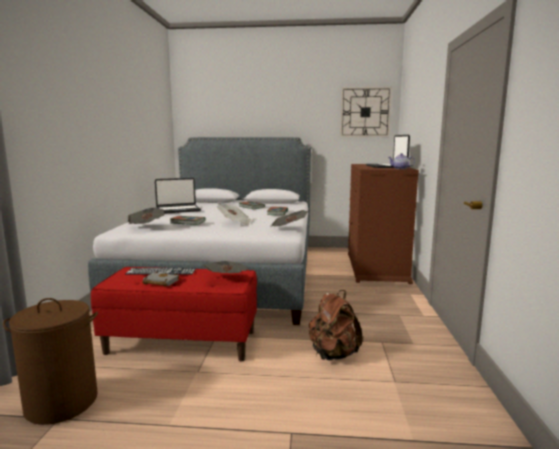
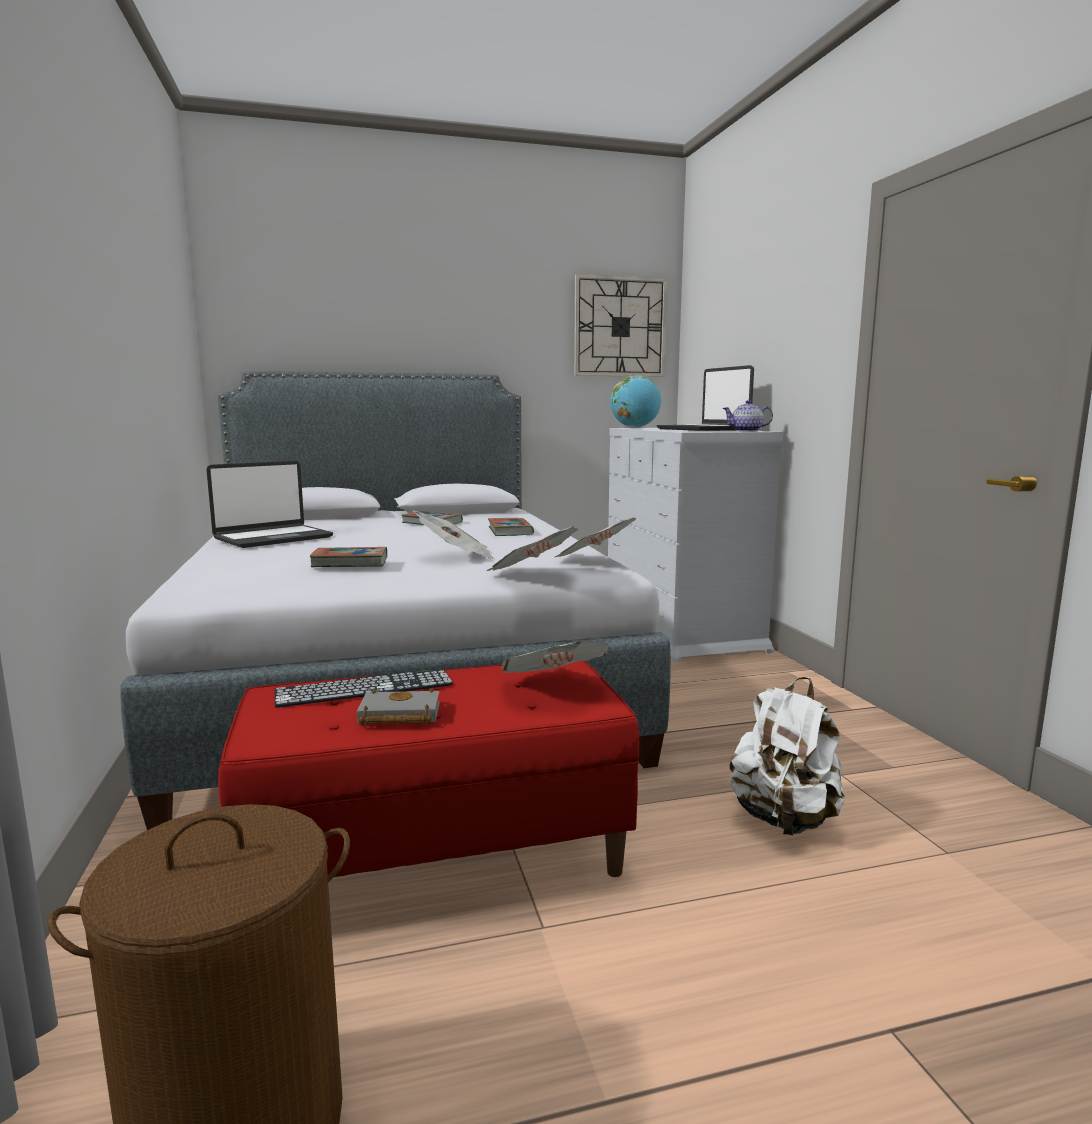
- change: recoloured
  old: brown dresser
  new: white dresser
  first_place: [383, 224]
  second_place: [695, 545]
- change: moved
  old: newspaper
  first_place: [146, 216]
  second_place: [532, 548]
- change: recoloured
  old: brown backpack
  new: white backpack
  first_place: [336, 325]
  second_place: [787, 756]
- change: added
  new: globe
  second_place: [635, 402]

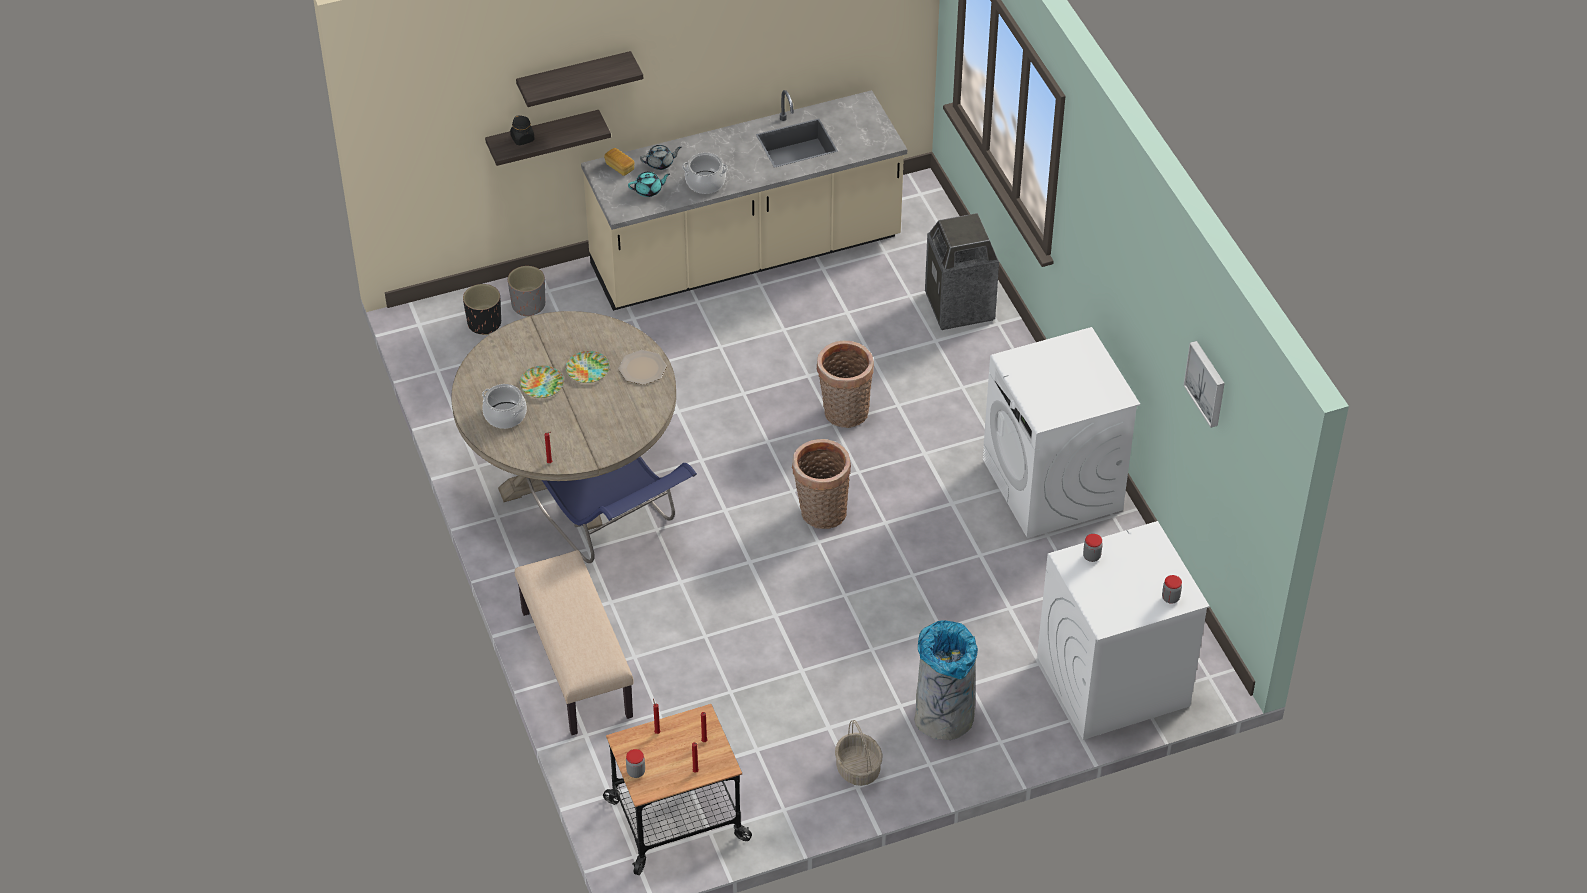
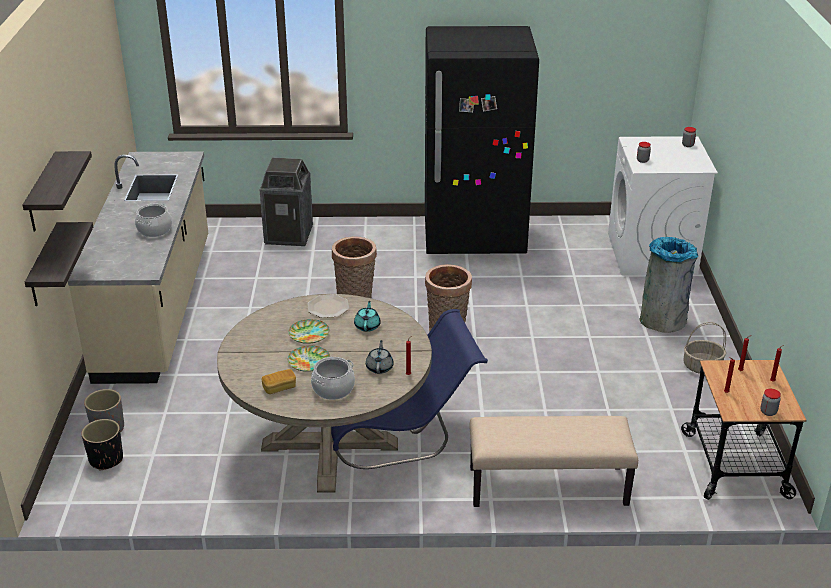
- change: removed
  old: black jar
  first_place: [522, 130]
- change: moved
  old: grey teapot
  first_place: [661, 157]
  second_place: [380, 357]
- change: moved
  old: bread
  first_place: [619, 162]
  second_place: [278, 381]
- change: moved
  old: turquoise teapot
  first_place: [649, 184]
  second_place: [367, 316]
- change: replaced
  old: white washing machine
  new: black fridge
  first_place: [1061, 432]
  second_place: [482, 140]
- change: removed
  old: picture
  first_place: [1204, 384]

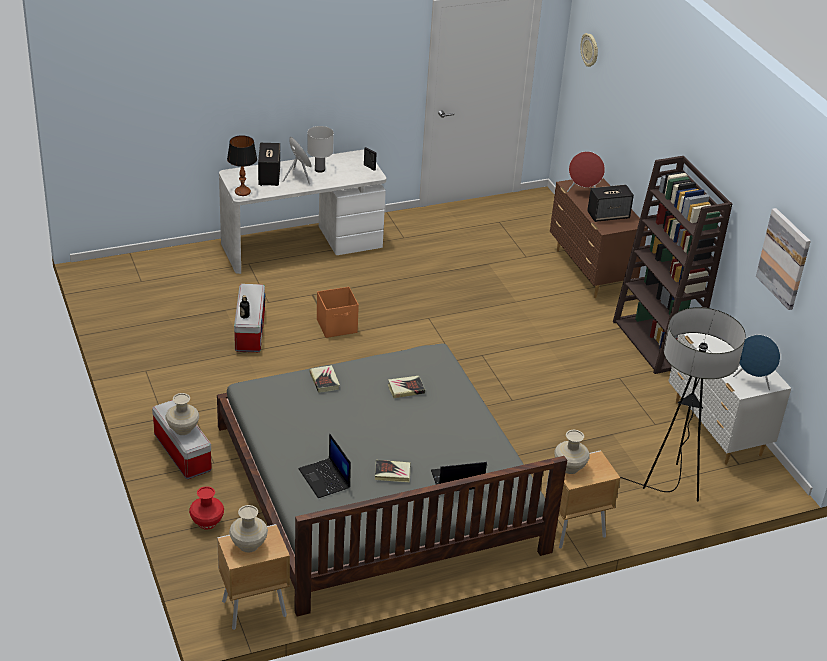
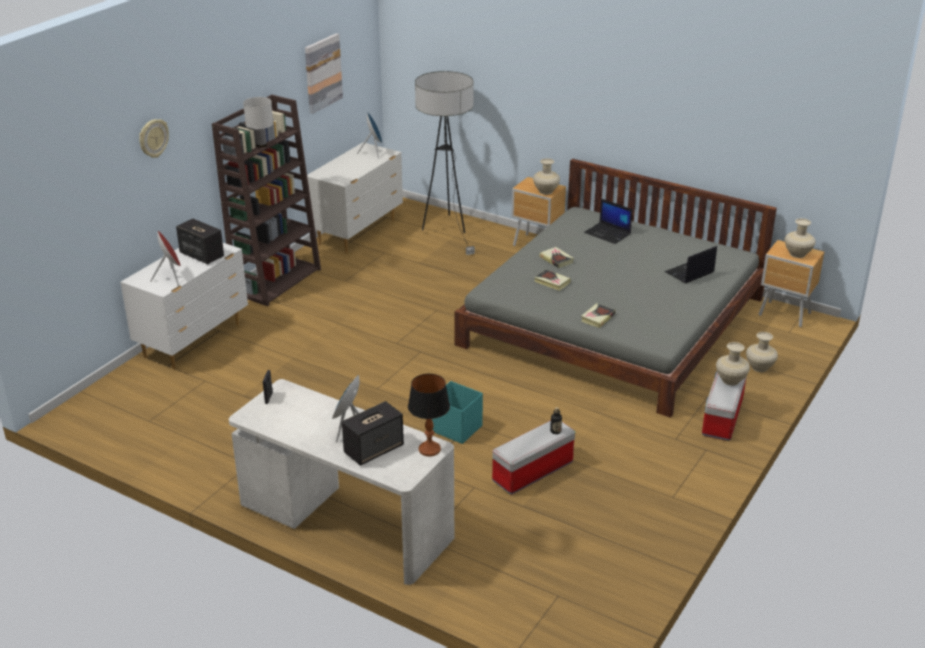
- change: moved
  old: wall clock
  first_place: [589, 50]
  second_place: [154, 138]
- change: moved
  old: white table lamp
  first_place: [320, 149]
  second_place: [258, 122]
- change: recoloured
  old: brown dresser
  new: white dresser
  first_place: [599, 238]
  second_place: [184, 306]
- change: recoloured
  old: orange storage box
  new: turquoise storage box
  first_place: [338, 312]
  second_place: [457, 412]
- change: turned
  old: laptop
  first_place: [324, 465]
  second_place: [691, 265]
  degrees: -150
- change: moved
  old: book
  first_place: [392, 471]
  second_place: [556, 257]
- change: recoloured
  old: red vase
  new: beige vase
  first_place: [206, 508]
  second_place: [762, 352]

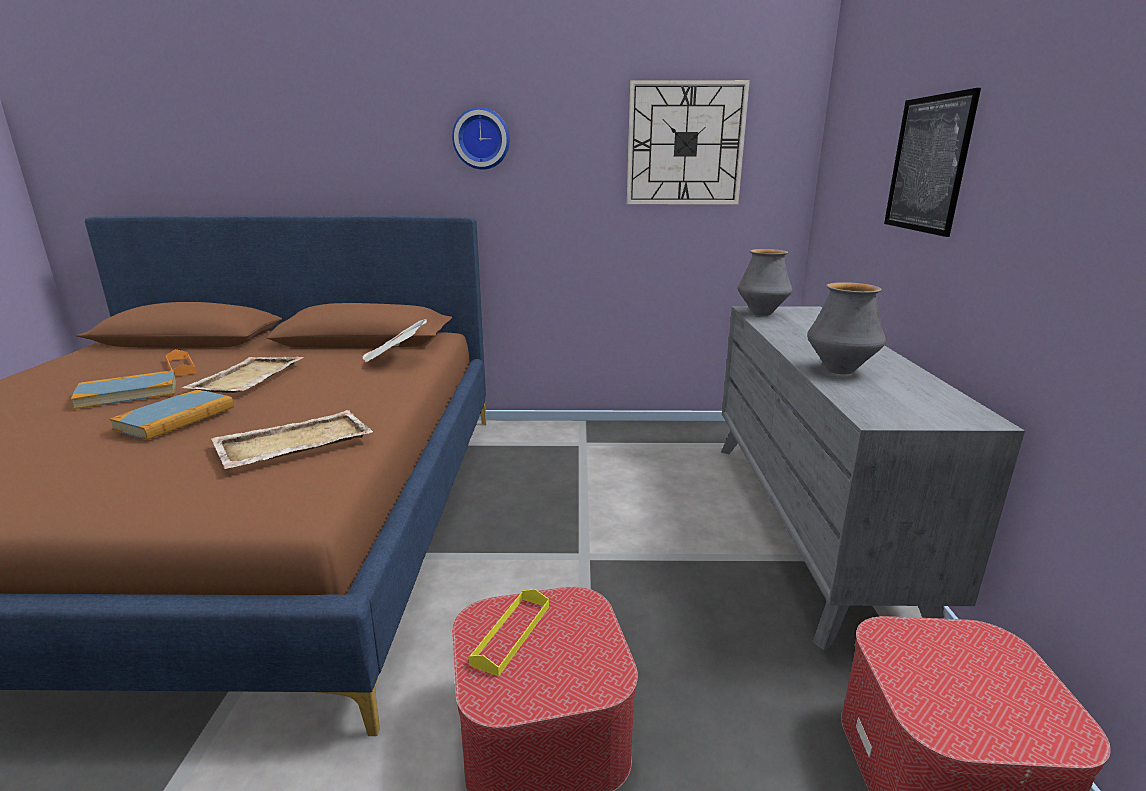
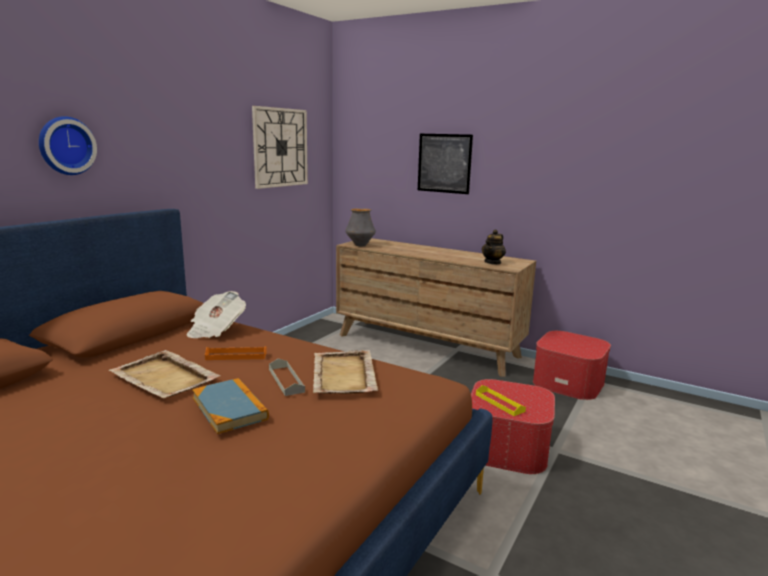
- change: moved
  old: wall clock
  first_place: [481, 138]
  second_place: [68, 145]
- change: removed
  old: vase
  first_place: [846, 328]
- change: recoloured
  old: grey dresser
  new: brown dresser
  first_place: [873, 478]
  second_place: [436, 307]
- change: moved
  old: orange tray
  first_place: [181, 363]
  second_place: [236, 353]
- change: removed
  old: book
  first_place: [123, 389]
- change: added
  new: teapot
  second_place: [494, 247]
- change: added
  new: grey tray
  second_place: [287, 377]

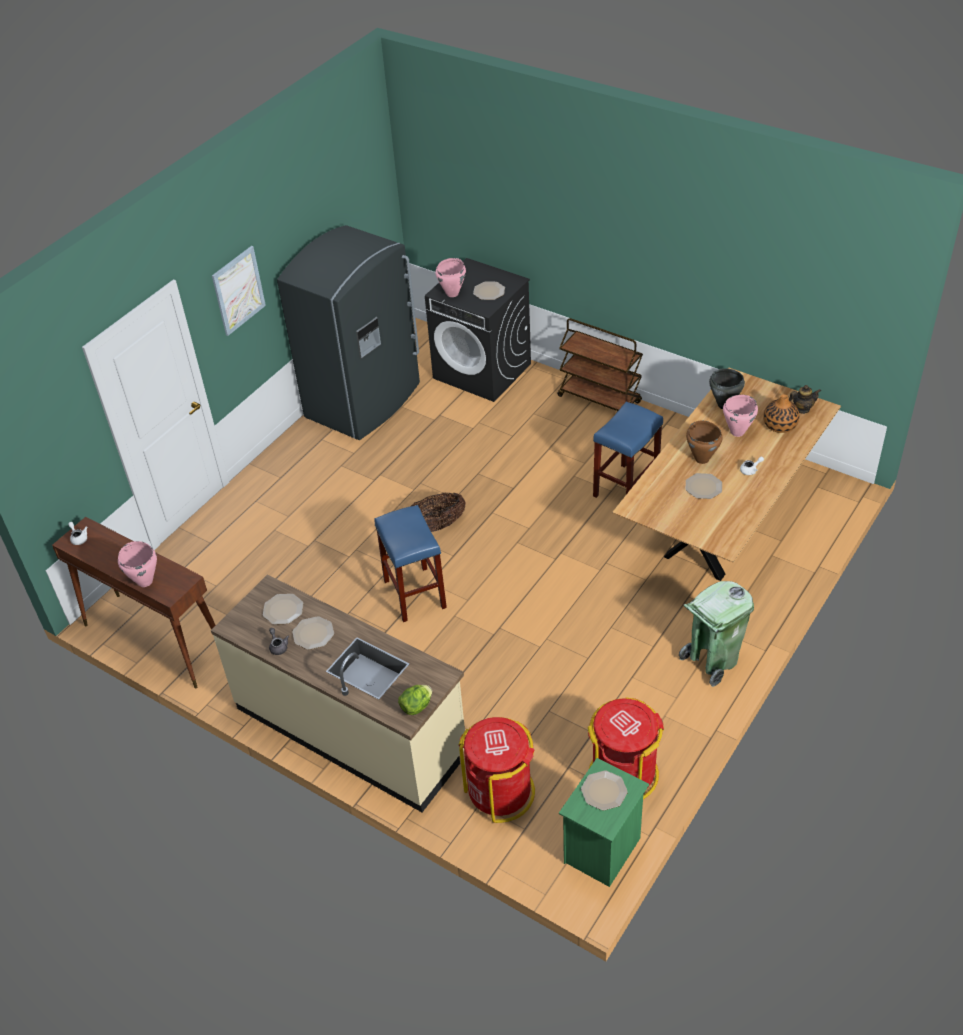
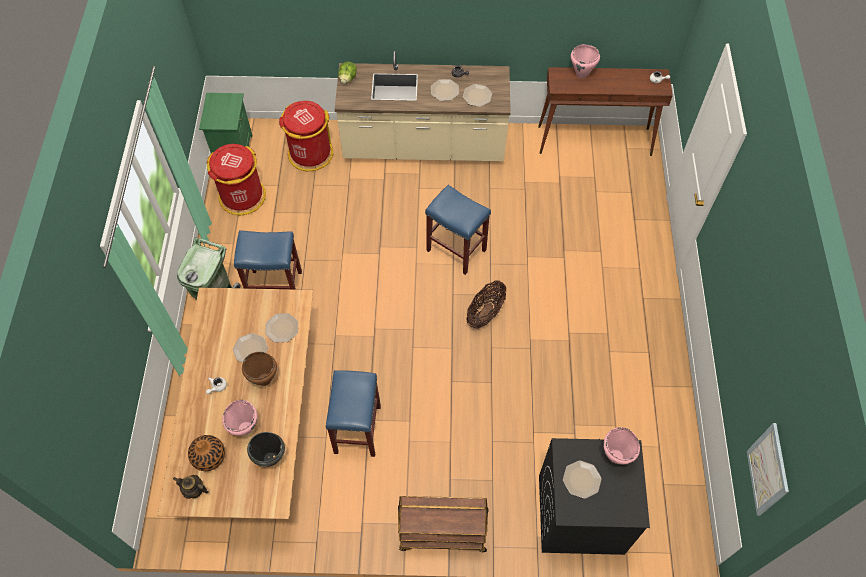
- change: removed
  old: grey fridge
  first_place: [348, 332]
- change: moved
  old: picture
  first_place: [239, 291]
  second_place: [768, 469]
- change: turned
  old: teapot
  first_place: [805, 399]
  second_place: [191, 487]
  degrees: 60
- change: moved
  old: plate
  first_place: [604, 790]
  second_place: [281, 328]
- change: added
  new: blue stool
  second_place: [268, 259]

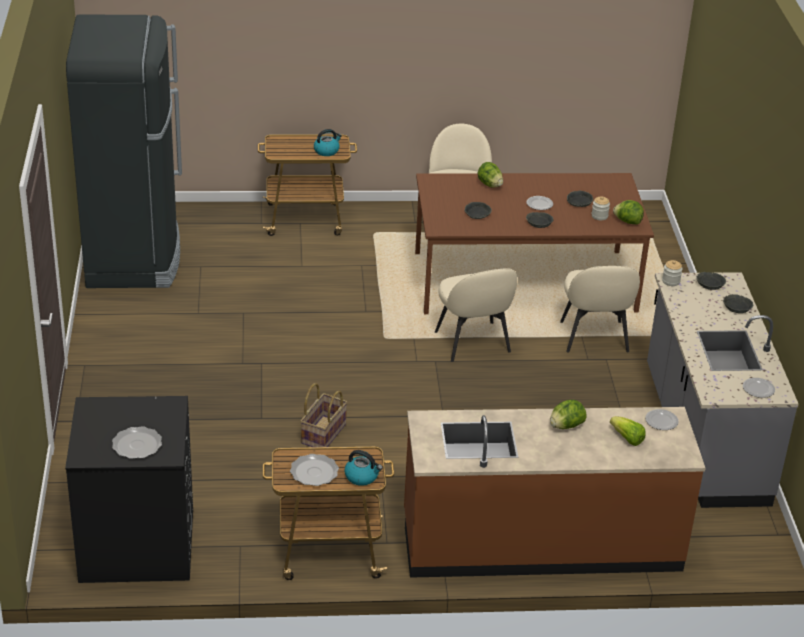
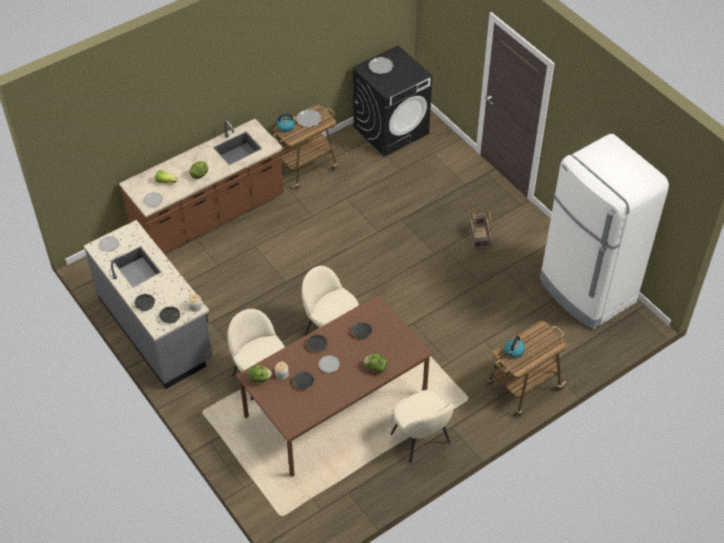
- change: recoloured
  old: black fridge
  new: white fridge
  first_place: [124, 151]
  second_place: [604, 232]
- change: moved
  old: basket
  first_place: [324, 415]
  second_place: [480, 230]

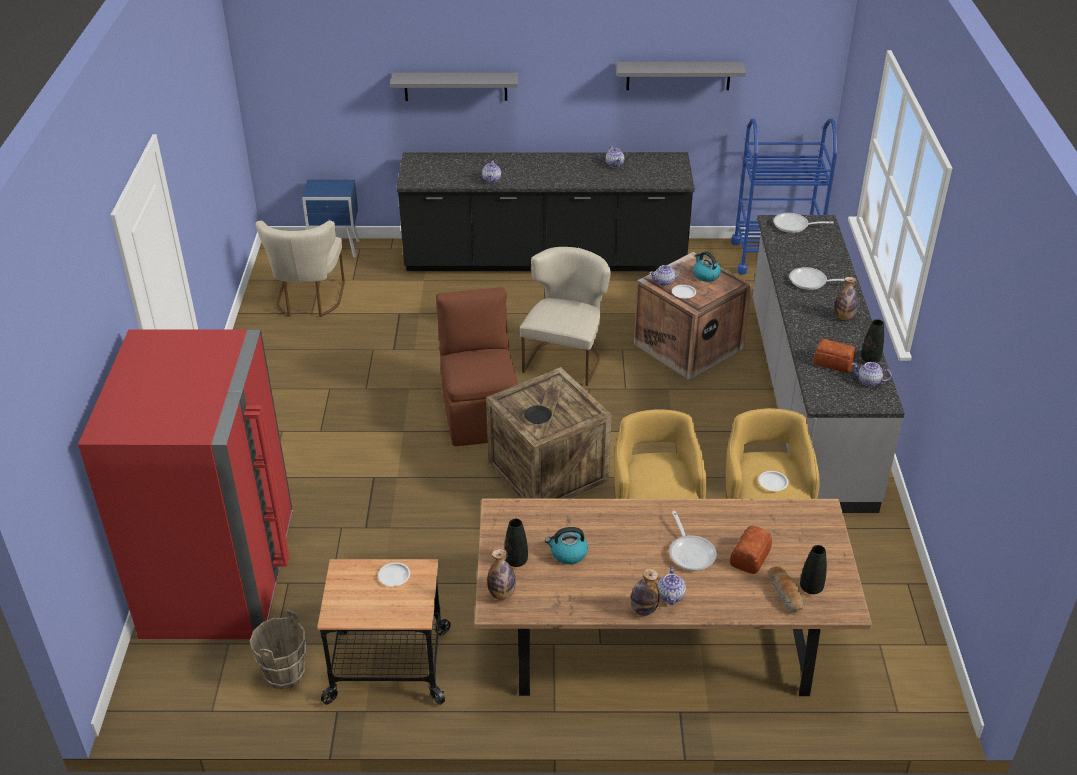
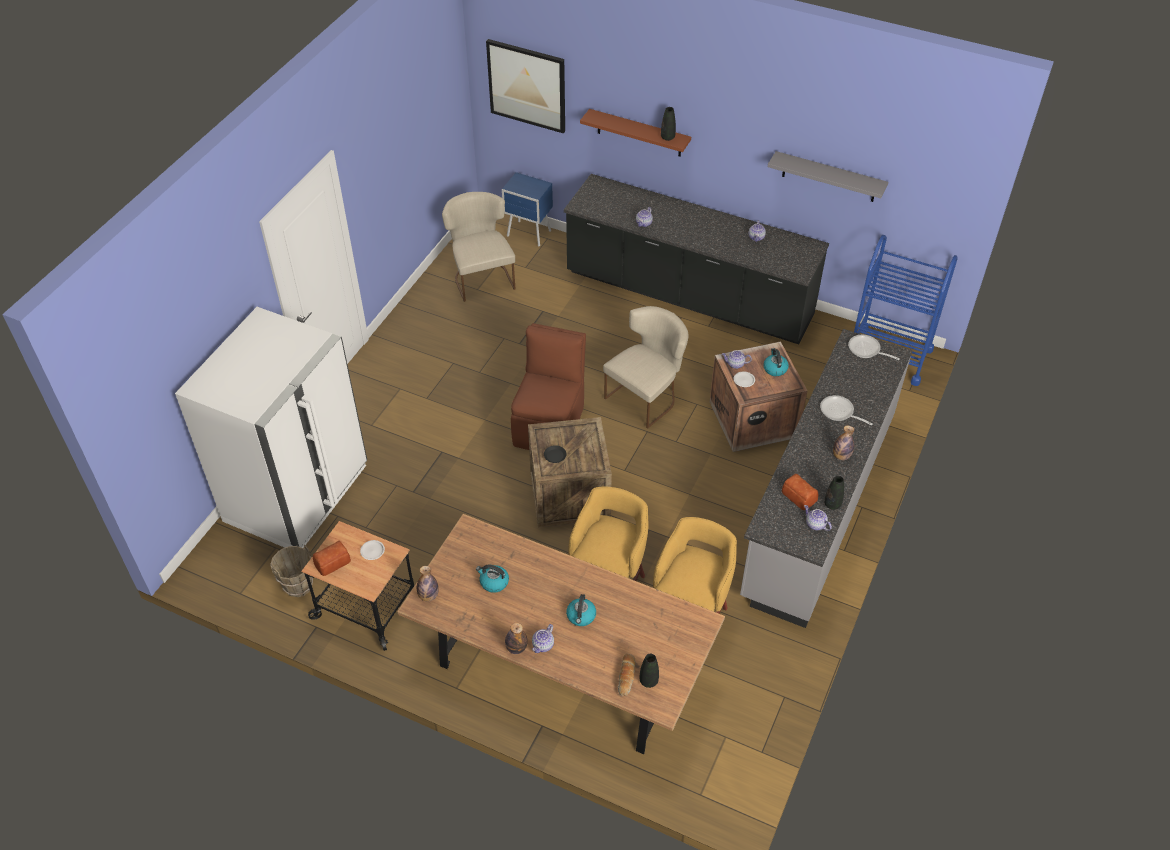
- change: recoloured
  old: grey shelf
  new: brown shelf
  first_place: [454, 87]
  second_place: [635, 132]
- change: turned
  old: beige chair
  first_place: [300, 269]
  second_place: [478, 247]
  degrees: 135
- change: recoloured
  old: red fridge
  new: white fridge
  first_place: [185, 484]
  second_place: [271, 427]
- change: removed
  old: white plate
  first_place: [773, 481]
- change: replaced
  old: frying pan
  new: kettle
  first_place: [693, 541]
  second_place: [581, 610]
- change: moved
  old: black vase
  first_place: [516, 543]
  second_place: [668, 124]
- change: moved
  old: bread
  first_place: [751, 550]
  second_place: [332, 558]
- change: added
  new: picture
  second_place: [525, 86]

